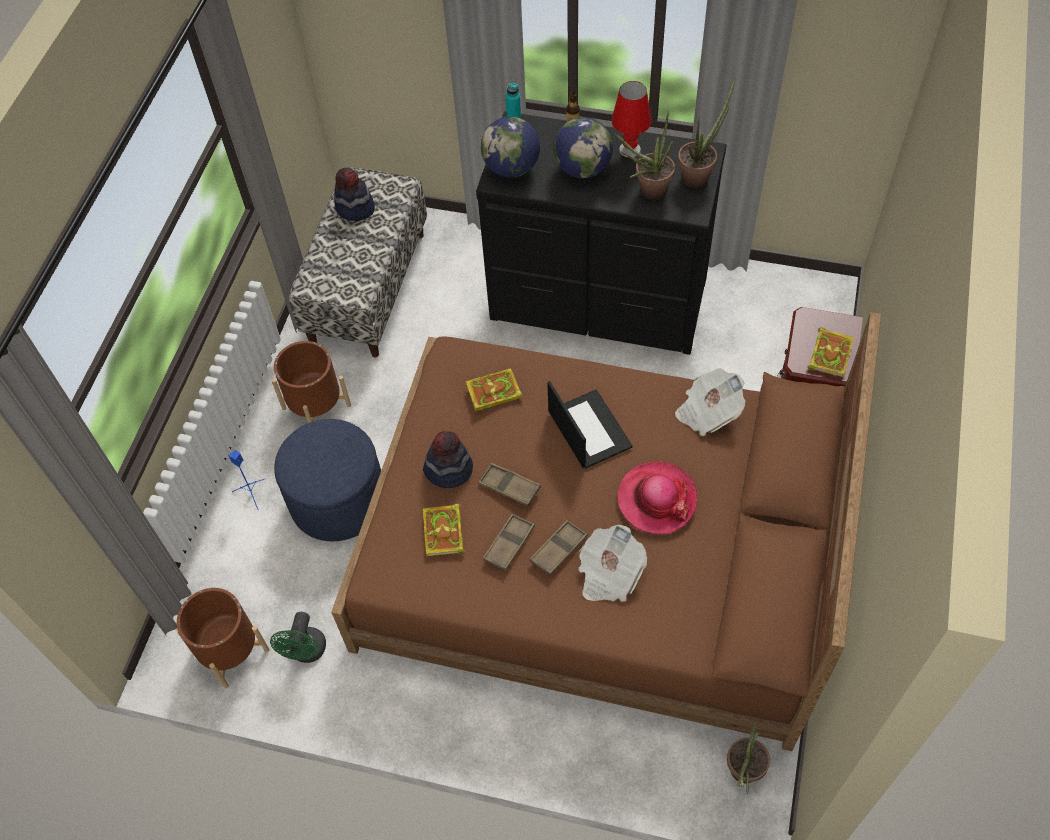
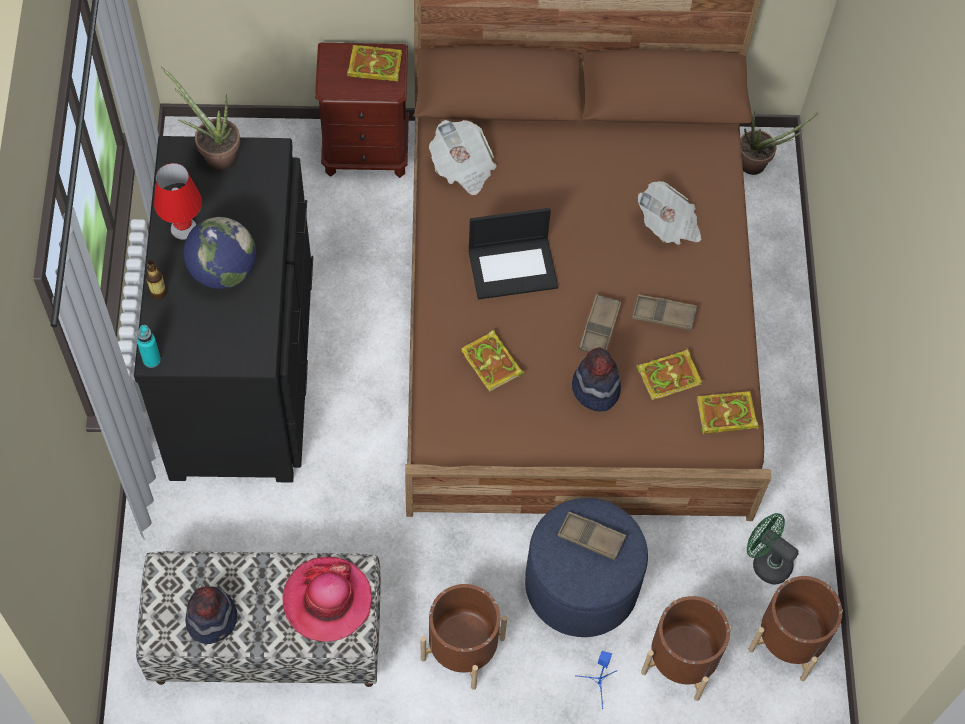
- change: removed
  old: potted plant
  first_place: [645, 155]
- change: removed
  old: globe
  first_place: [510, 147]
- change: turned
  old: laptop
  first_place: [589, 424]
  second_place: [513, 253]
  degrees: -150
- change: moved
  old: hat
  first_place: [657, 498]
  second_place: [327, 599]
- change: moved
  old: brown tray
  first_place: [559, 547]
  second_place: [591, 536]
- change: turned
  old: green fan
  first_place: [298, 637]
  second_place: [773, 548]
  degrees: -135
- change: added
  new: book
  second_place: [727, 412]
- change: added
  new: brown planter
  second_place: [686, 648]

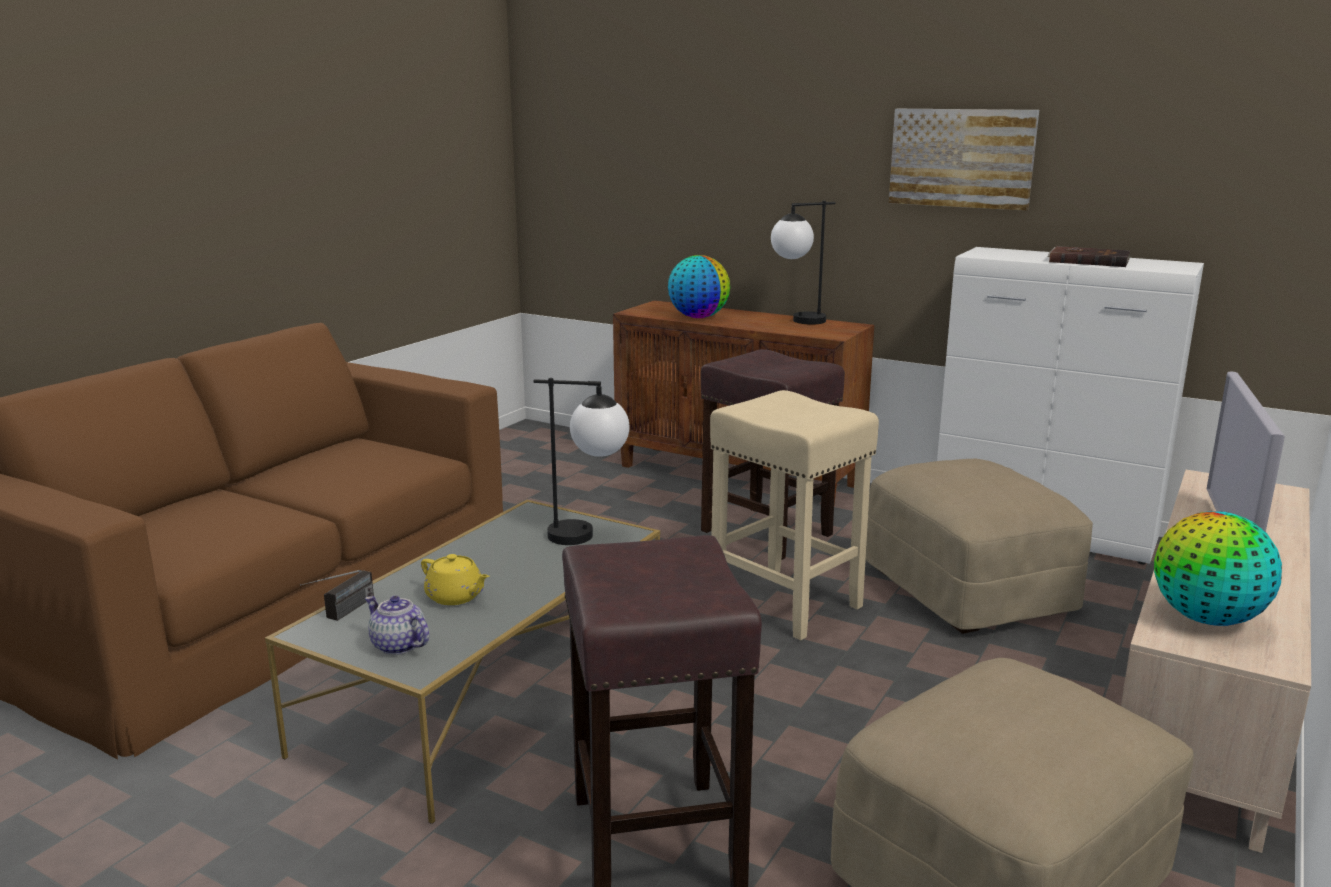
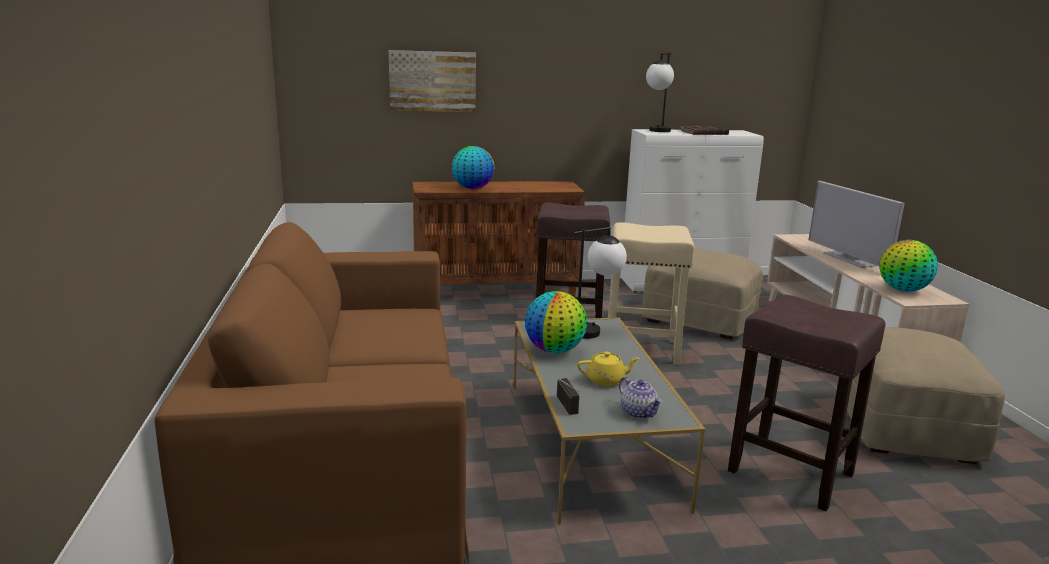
- change: moved
  old: picture
  first_place: [964, 160]
  second_place: [432, 81]
- change: moved
  old: table lamp
  first_place: [803, 263]
  second_place: [660, 92]
- change: turned
  old: teapot
  first_place: [397, 625]
  second_place: [641, 398]
  degrees: -120
- change: added
  new: globe
  second_place: [556, 322]

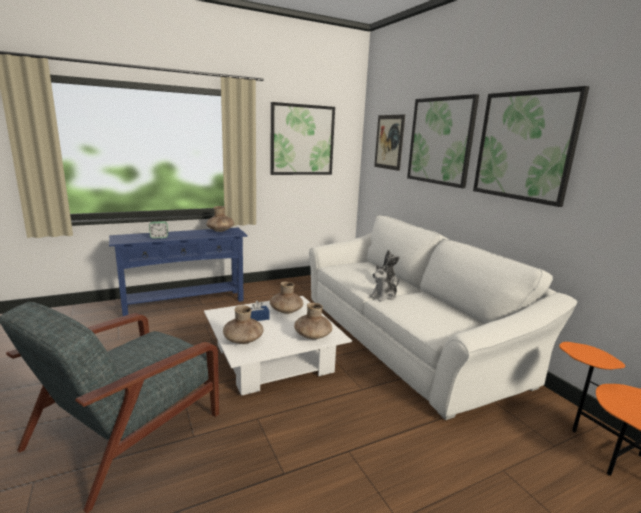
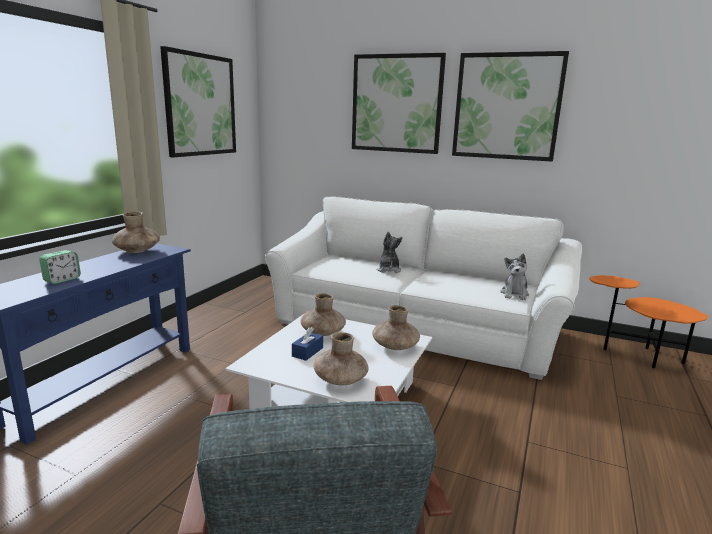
- change: removed
  old: picture
  first_place: [389, 142]
- change: moved
  old: plush toy
  first_place: [384, 283]
  second_place: [514, 277]

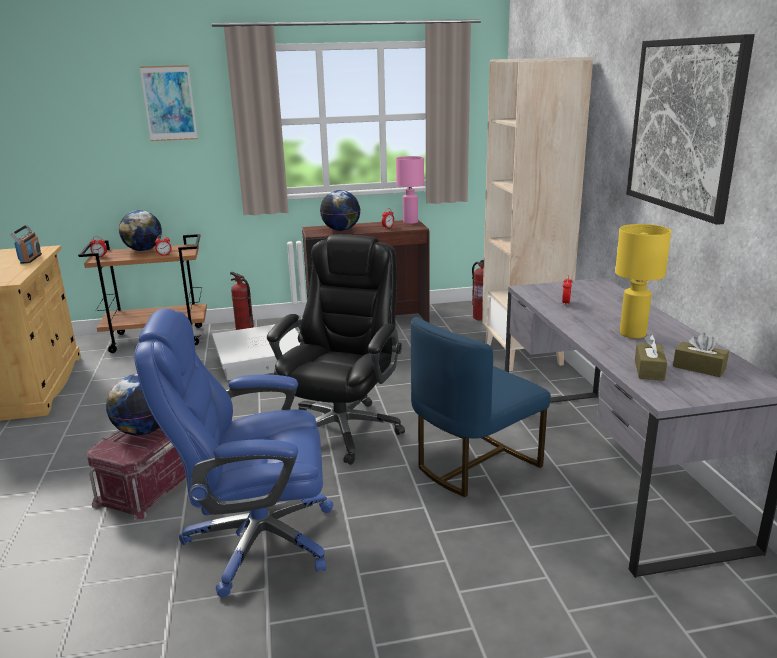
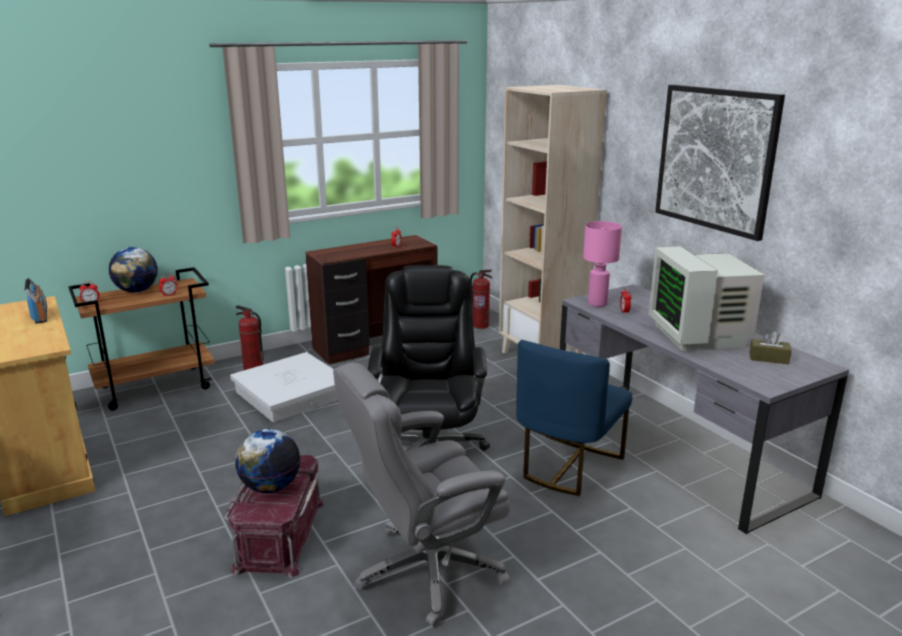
- change: removed
  old: picture
  first_place: [168, 103]
- change: moved
  old: pink table lamp
  first_place: [410, 190]
  second_place: [602, 264]
- change: removed
  old: globe
  first_place: [340, 210]
- change: replaced
  old: yellow table lamp
  new: monitor
  first_place: [643, 281]
  second_place: [706, 298]
- change: recoloured
  old: blue office chair
  new: grey office chair
  first_place: [233, 452]
  second_place: [421, 494]
- change: removed
  old: brown tissue box
  first_place: [651, 357]

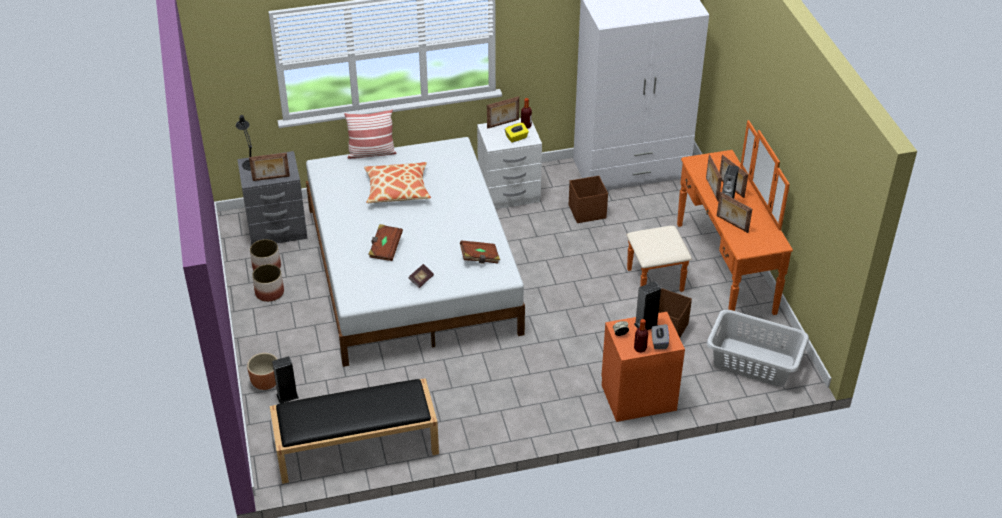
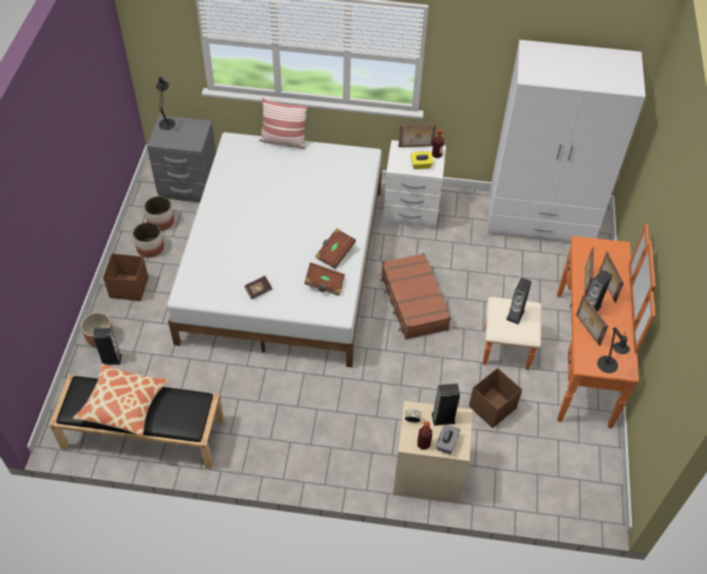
- change: removed
  old: picture frame
  first_place: [269, 167]
- change: moved
  old: pillow
  first_place: [397, 182]
  second_place: [121, 399]
- change: moved
  old: brown storage box
  first_place: [588, 199]
  second_place: [126, 277]
- change: moved
  old: brown book
  first_place: [385, 242]
  second_place: [335, 248]
- change: removed
  old: grey laundry basket
  first_place: [758, 348]
- change: recoloured
  old: orange nightstand
  new: beige nightstand
  first_place: [643, 367]
  second_place: [433, 452]
- change: added
  new: brown suitcase
  second_place: [415, 296]
- change: added
  new: speaker
  second_place: [519, 301]
- change: added
  new: black table lamp
  second_place: [613, 350]

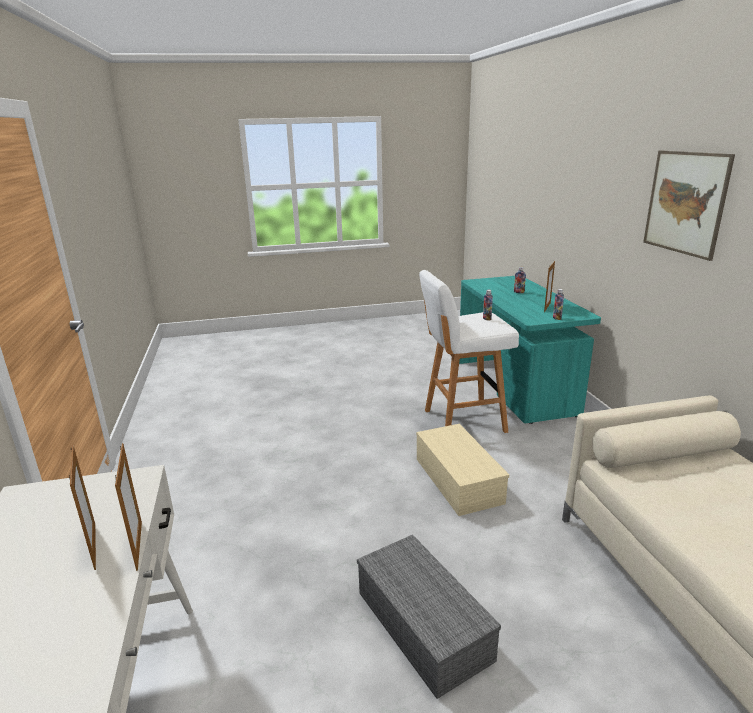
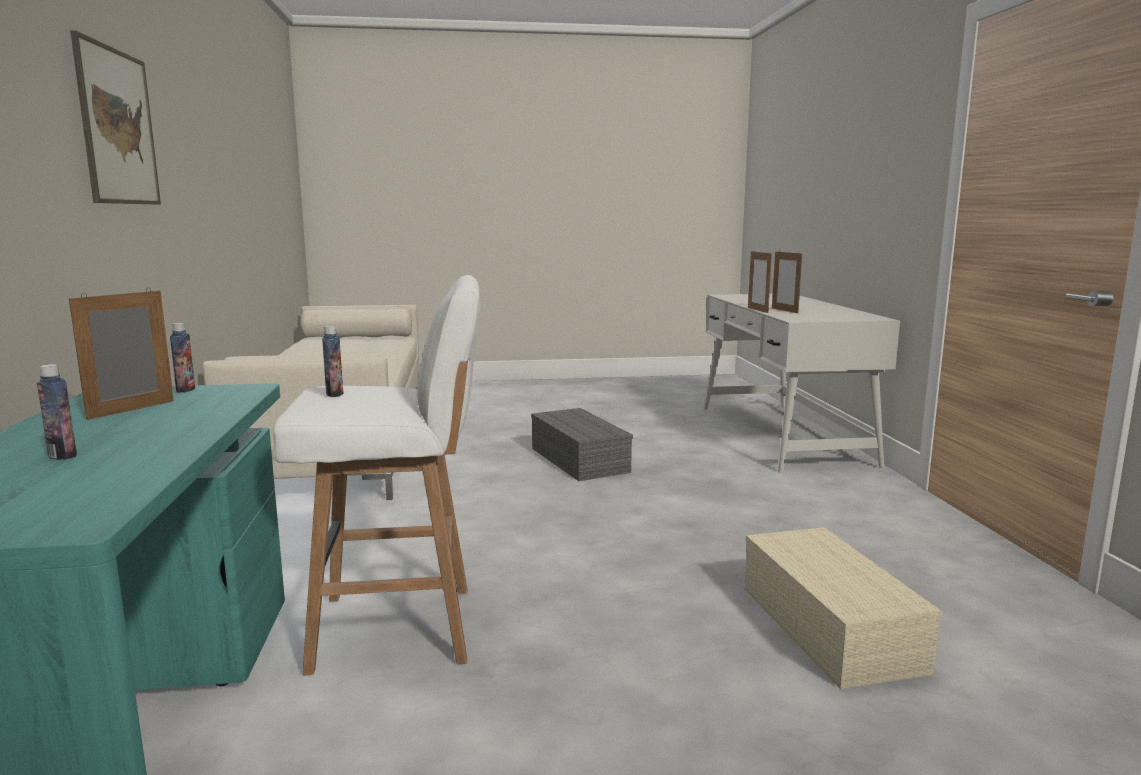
- change: moved
  old: beige storage box
  first_place: [462, 470]
  second_place: [843, 608]

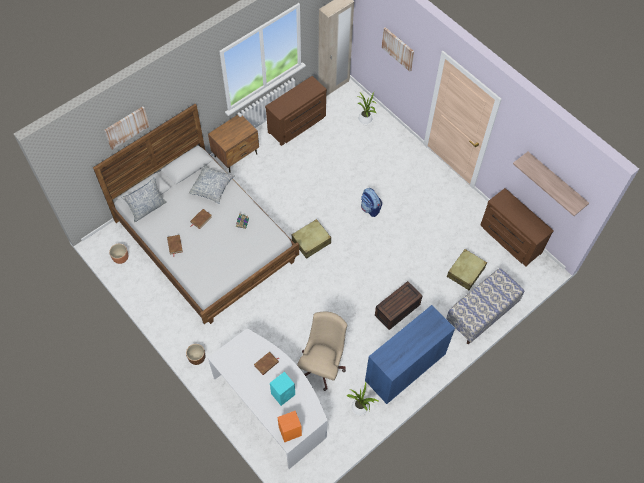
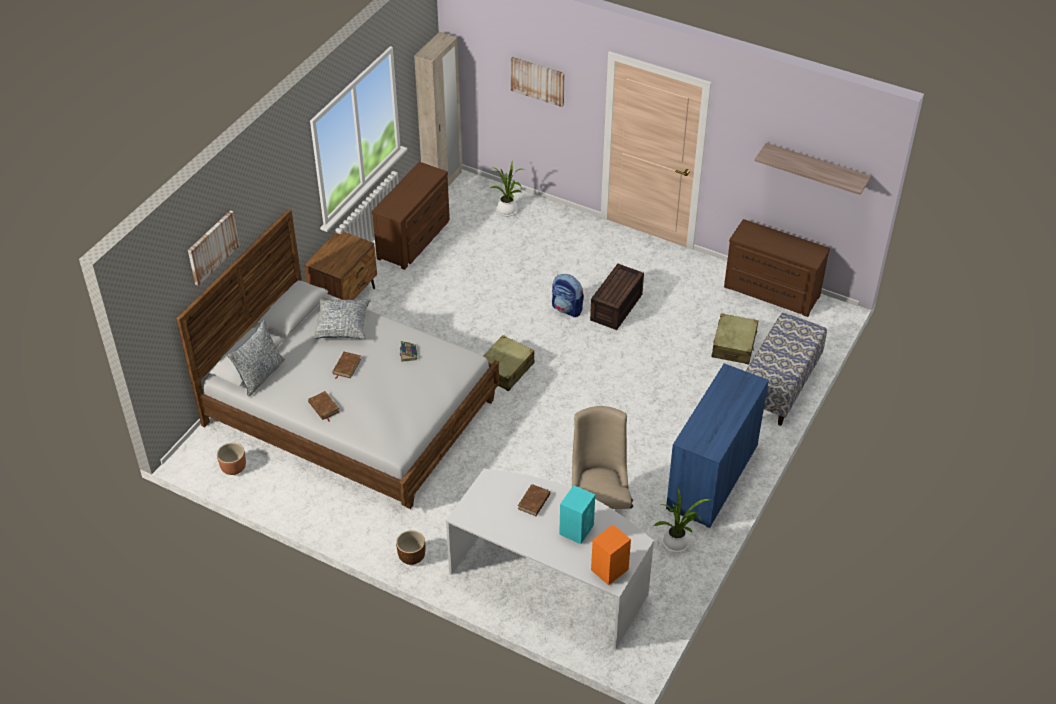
- change: moved
  old: brown storage box
  first_place: [398, 305]
  second_place: [617, 297]

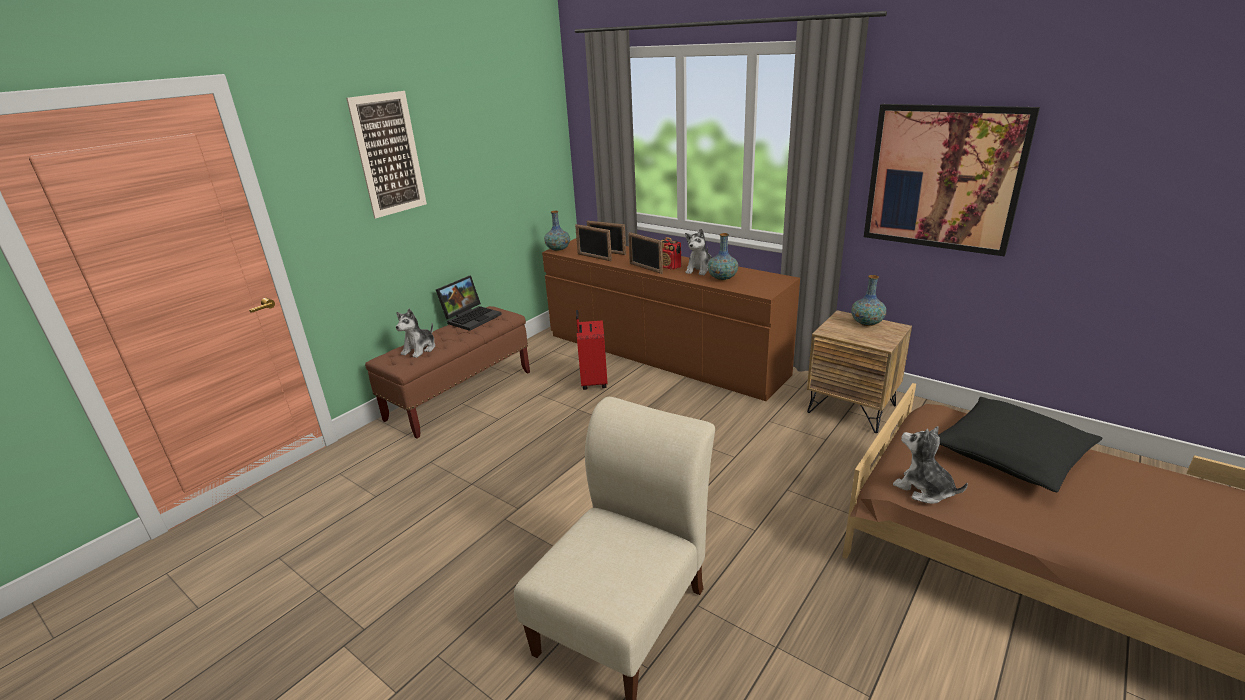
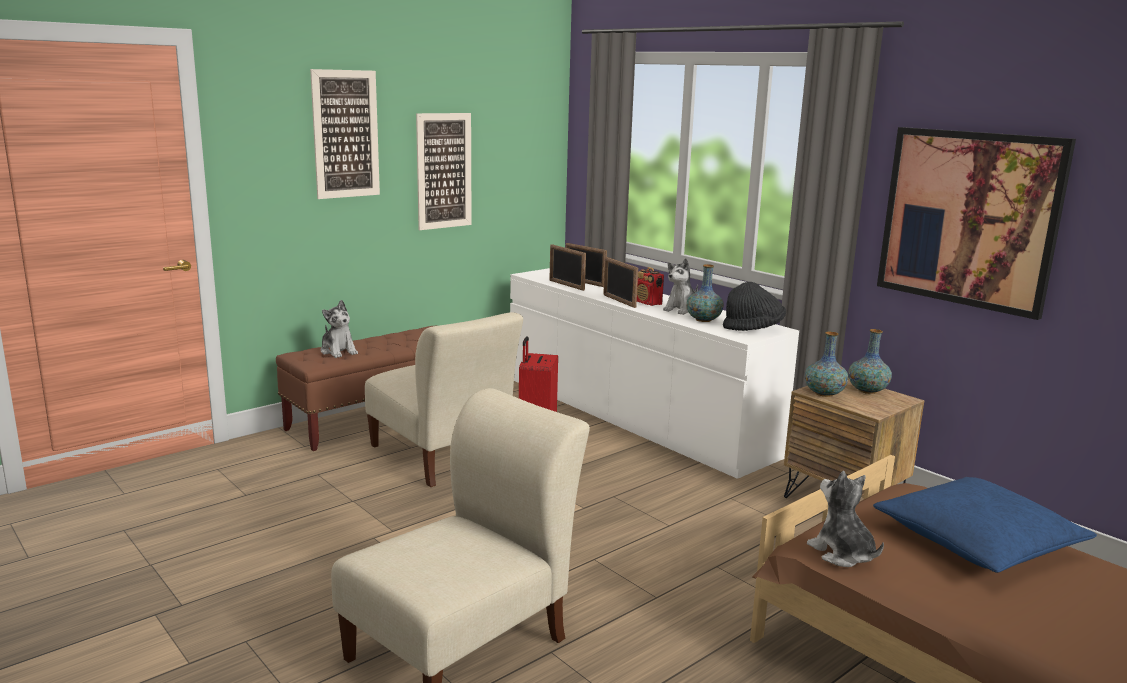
- change: moved
  old: vase
  first_place: [557, 231]
  second_place: [826, 364]
- change: recoloured
  old: brown dresser
  new: white dresser
  first_place: [671, 320]
  second_place: [654, 373]
- change: removed
  old: laptop
  first_place: [469, 303]
- change: turned
  old: plush toy
  first_place: [415, 333]
  second_place: [339, 329]
  degrees: -75
- change: recoloured
  old: black pillow
  new: blue pillow
  first_place: [1020, 444]
  second_place: [985, 525]
- change: added
  new: picture
  second_place: [444, 171]
- change: added
  new: black hat
  second_place: [754, 306]
- change: added
  new: beige chair
  second_place: [444, 399]

